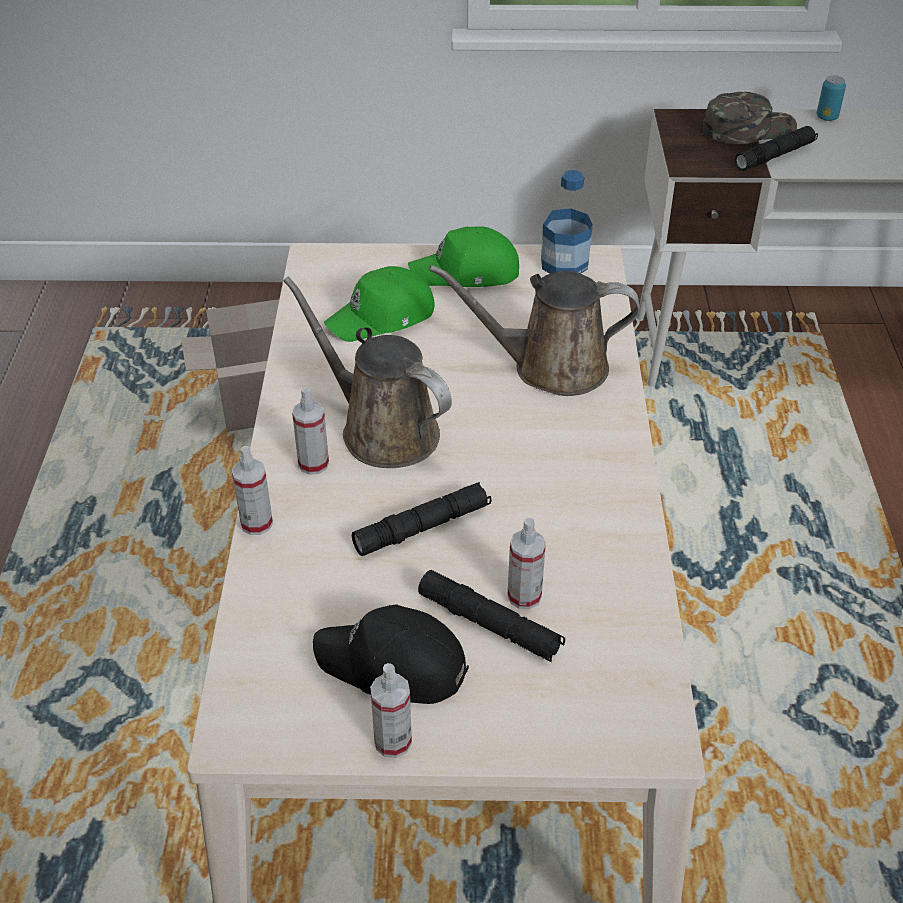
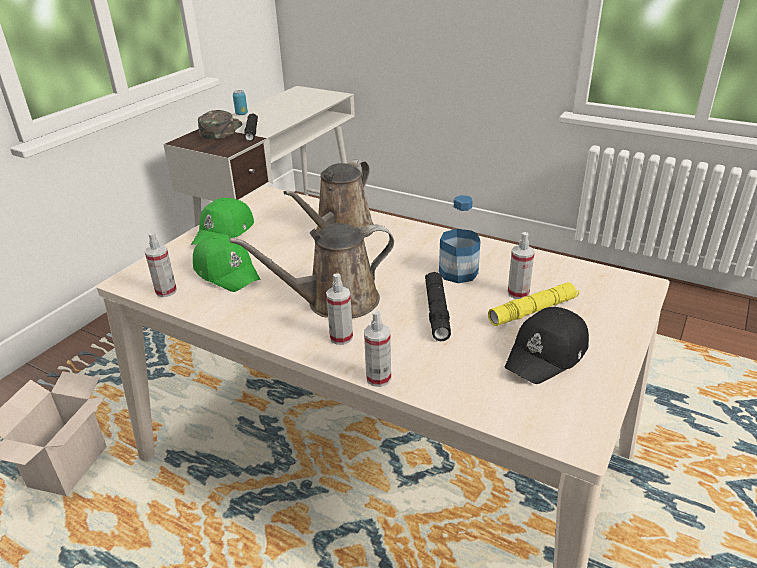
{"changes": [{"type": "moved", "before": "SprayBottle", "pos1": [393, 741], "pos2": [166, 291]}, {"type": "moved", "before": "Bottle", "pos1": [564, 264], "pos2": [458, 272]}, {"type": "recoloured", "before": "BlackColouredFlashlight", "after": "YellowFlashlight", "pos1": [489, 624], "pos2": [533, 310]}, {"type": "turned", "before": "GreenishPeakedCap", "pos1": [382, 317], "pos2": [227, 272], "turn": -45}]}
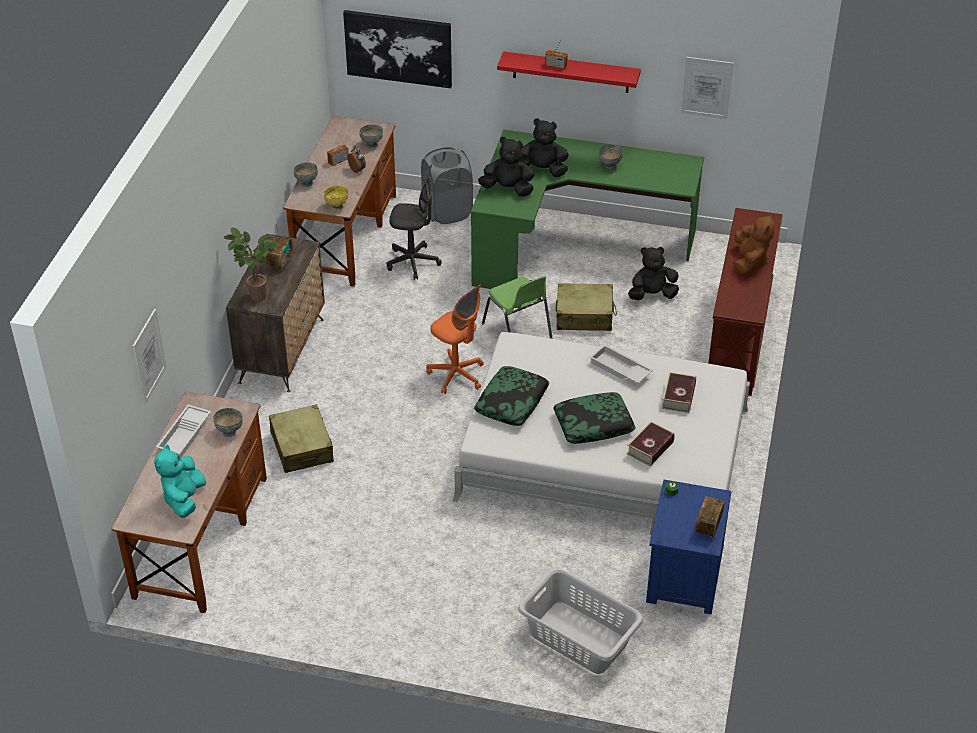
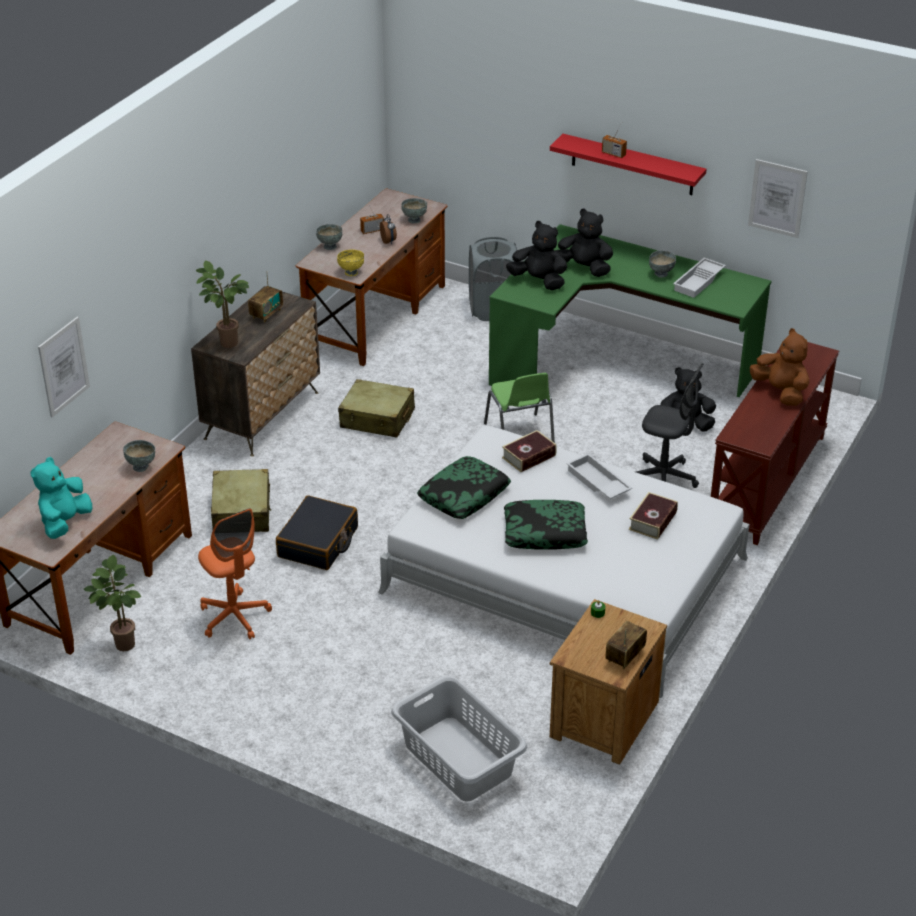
{"changes": [{"type": "removed", "before": "Picture", "pos1": [398, 48]}, {"type": "added", "after": "PlantInAPot", "pos2": [122, 643]}, {"type": "added", "after": "BlackColouredSuitcase", "pos2": [318, 543]}, {"type": "moved", "before": "WhiteColouredServingTray", "pos1": [185, 435], "pos2": [699, 282]}, {"type": "moved", "before": "GreyishOfficeChair", "pos1": [413, 262], "pos2": [664, 478]}, {"type": "moved", "before": "OrangeyOfficeChair", "pos1": [456, 375], "pos2": [234, 617]}, {"type": "moved", "before": "BeigeColouredSuitcase", "pos1": [584, 316], "pos2": [377, 419]}, {"type": "moved", "before": "Book", "pos1": [650, 448], "pos2": [529, 456]}, {"type": "recoloured", "before": "BlueBedsideTable", "after": "BrownishBedsideTable", "pos1": [683, 577], "pos2": [602, 719]}, {"type": "turned", "before": "BrownishSoftToy", "pos1": [749, 261], "pos2": [780, 392], "turn": -60}]}
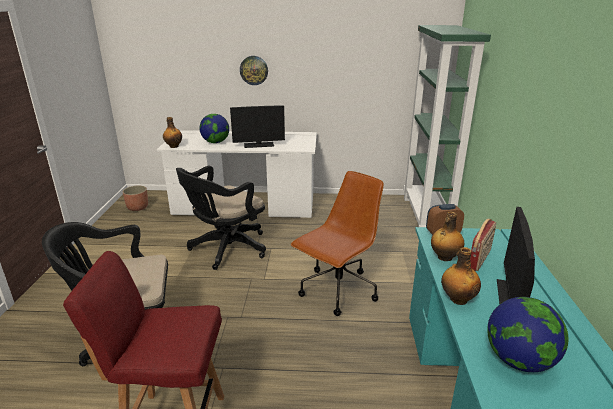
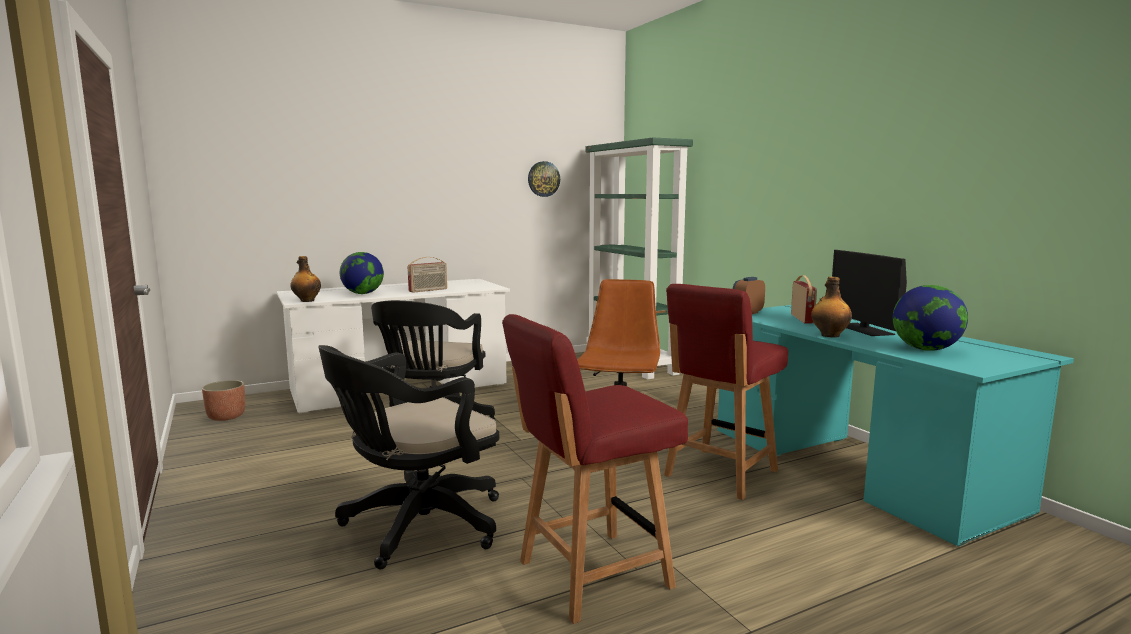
{"changes": [{"type": "removed", "before": "Bottle", "pos1": [444, 257]}, {"type": "added", "after": "RedColouredChair", "pos2": [719, 474]}, {"type": "moved", "before": "ClockOnTheWall", "pos1": [254, 70], "pos2": [543, 179]}, {"type": "replaced", "before": "Monitor", "after": "Radio", "pos1": [259, 145], "pos2": [428, 290]}]}
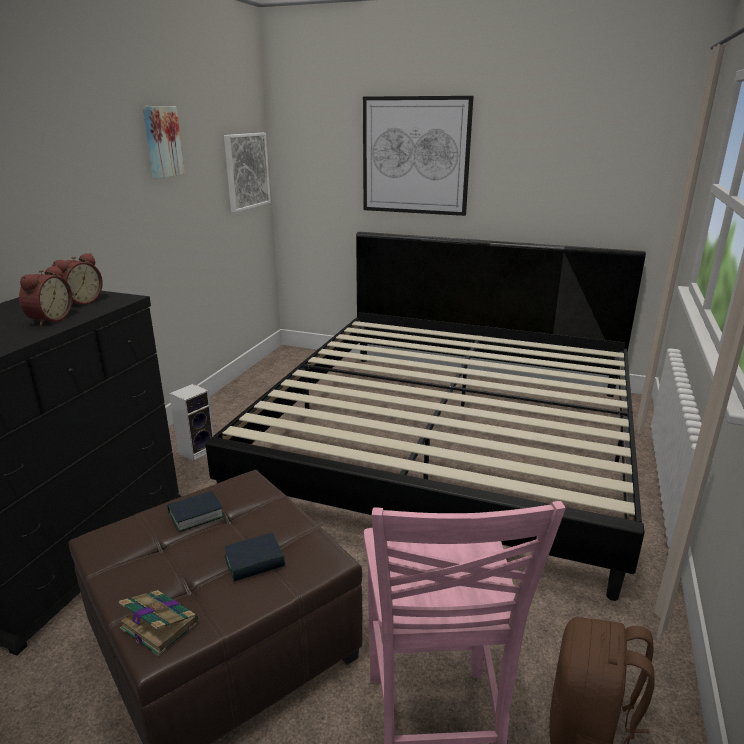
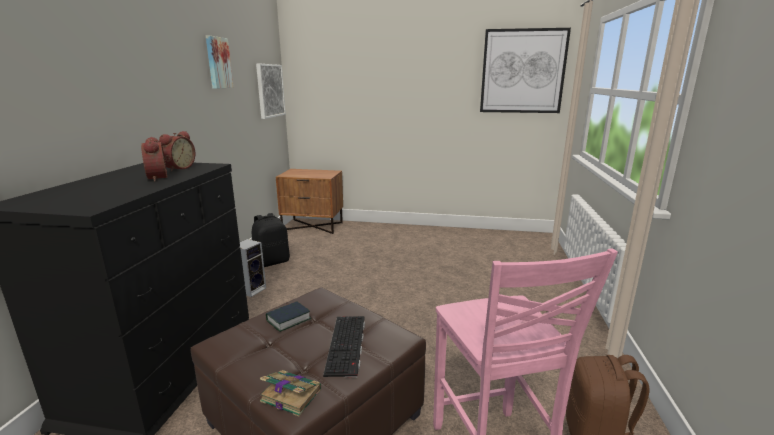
{"changes": [{"type": "removed", "before": "BedroomBed", "pos1": [449, 440]}, {"type": "added", "after": "BlackColouredBackpack", "pos2": [272, 262]}, {"type": "added", "after": "BrownishBedsideTable", "pos2": [313, 226]}, {"type": "moved", "before": "Picture", "pos1": [415, 156], "pos2": [522, 71]}, {"type": "replaced", "before": "Book", "after": "Keyboard", "pos1": [255, 562], "pos2": [347, 345]}, {"type": "turned", "before": "AlarmClock", "pos1": [49, 319], "pos2": [160, 178], "turn": 150}]}
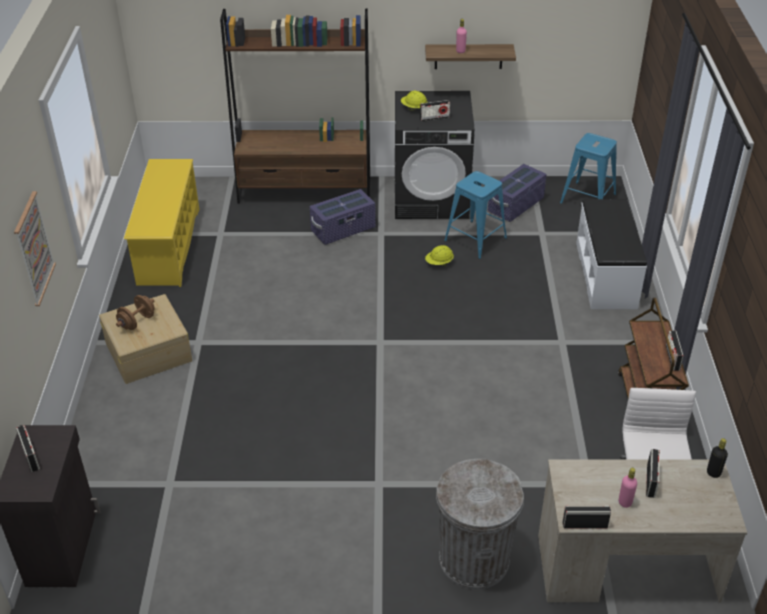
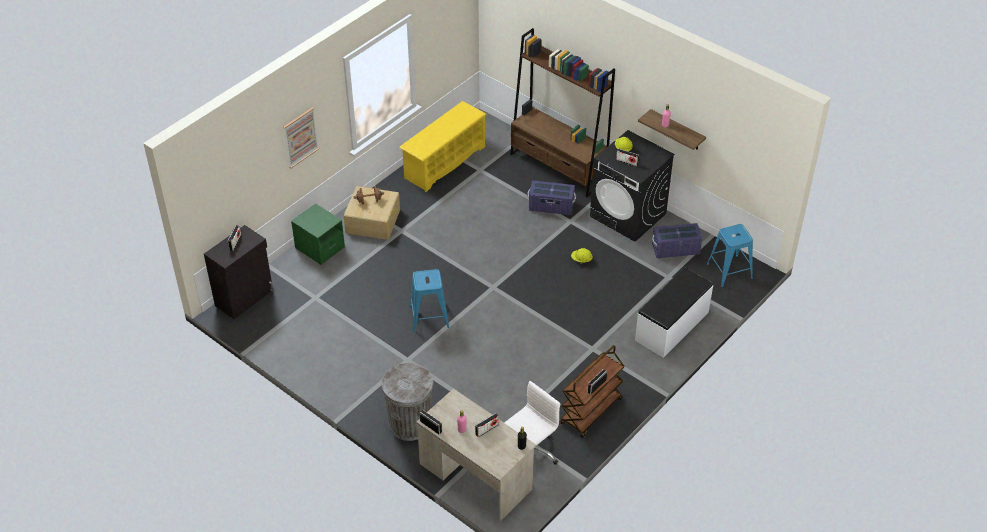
{"changes": [{"type": "added", "after": "GreenishBedsideTable", "pos2": [320, 248]}, {"type": "moved", "before": "BlueStool", "pos1": [476, 239], "pos2": [429, 316]}]}
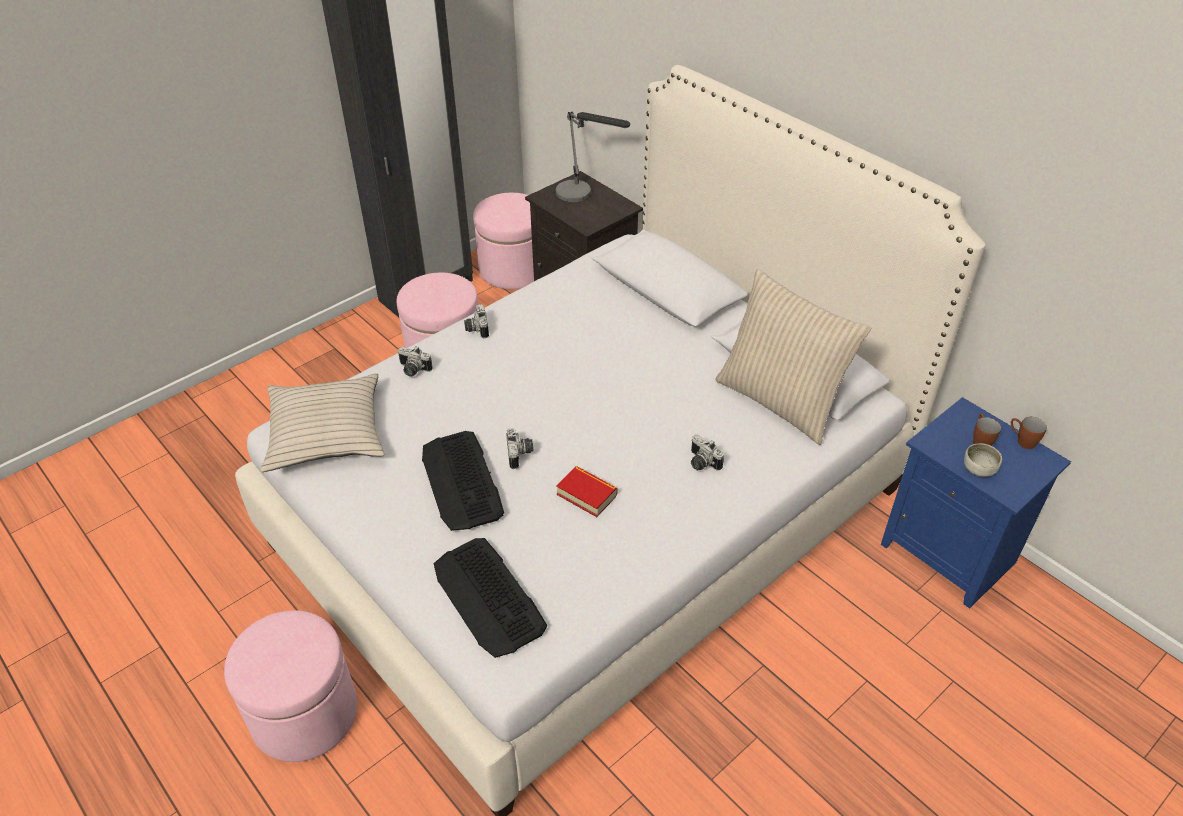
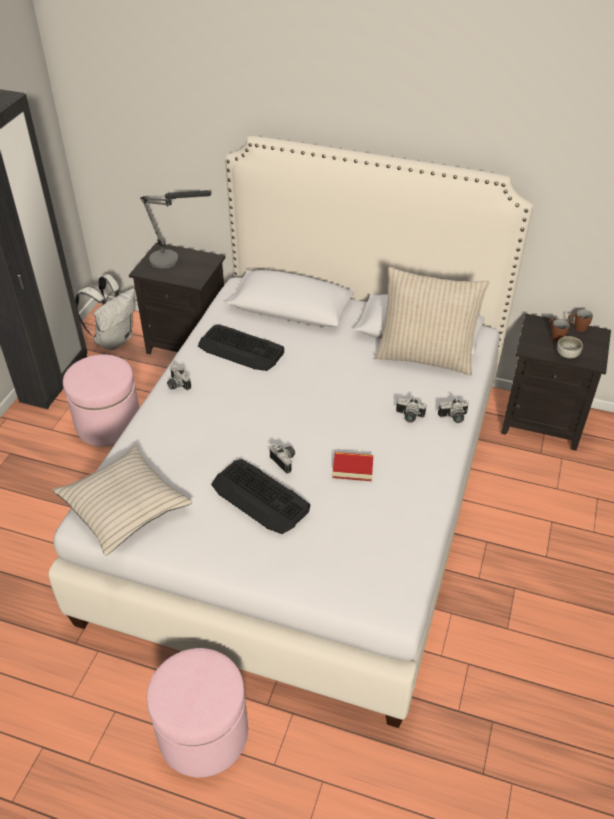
{"changes": [{"type": "moved", "before": "StillCamera", "pos1": [413, 370], "pos2": [453, 418]}, {"type": "moved", "before": "Keyboard", "pos1": [488, 597], "pos2": [241, 349]}, {"type": "replaced", "before": "PinkColouredOttoman", "after": "WhiteColouredBackpack", "pos1": [513, 269], "pos2": [114, 339]}, {"type": "recoloured", "before": "BlueBedsideTable", "after": "BlackColouredBedsideTable", "pos1": [950, 553], "pos2": [543, 421]}]}
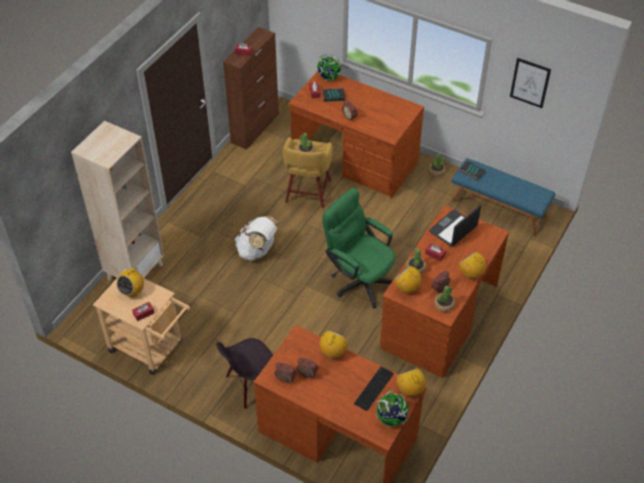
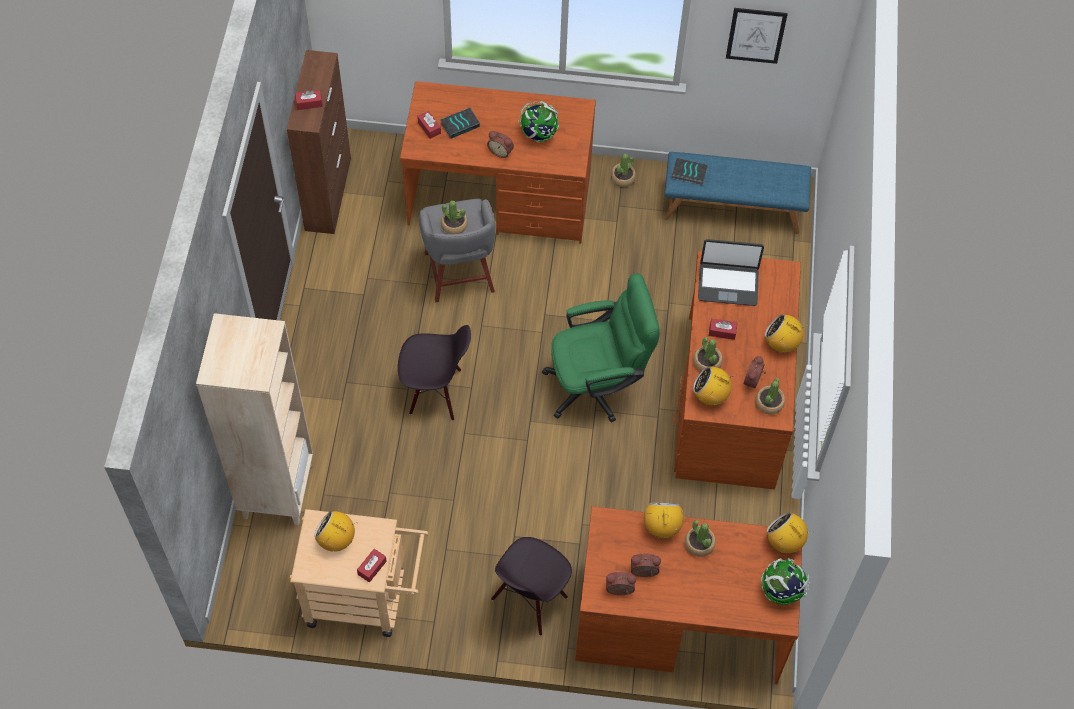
{"changes": [{"type": "removed", "before": "Keyboard", "pos1": [372, 388]}, {"type": "added", "after": "PlantInAPot", "pos2": [699, 544]}, {"type": "moved", "before": "Globe", "pos1": [328, 77], "pos2": [538, 134]}, {"type": "replaced", "before": "WhiteColouredBackpack", "after": "BlackColouredChair", "pos1": [257, 251], "pos2": [435, 393]}, {"type": "recoloured", "before": "YellowStool", "after": "GreyishStool", "pos1": [307, 192], "pos2": [459, 275]}, {"type": "turned", "before": "Radio", "pos1": [132, 291], "pos2": [336, 540], "turn": 105}, {"type": "turned", "before": "GreenishOfficeChair", "pos1": [359, 279], "pos2": [598, 385], "turn": 150}, {"type": "turned", "before": "Laptop", "pos1": [453, 229], "pos2": [728, 284], "turn": -105}]}
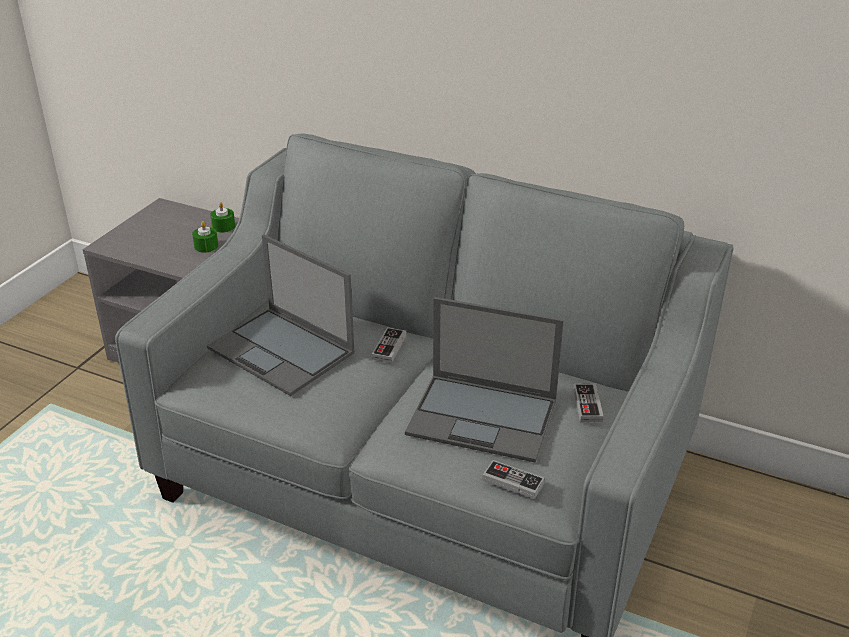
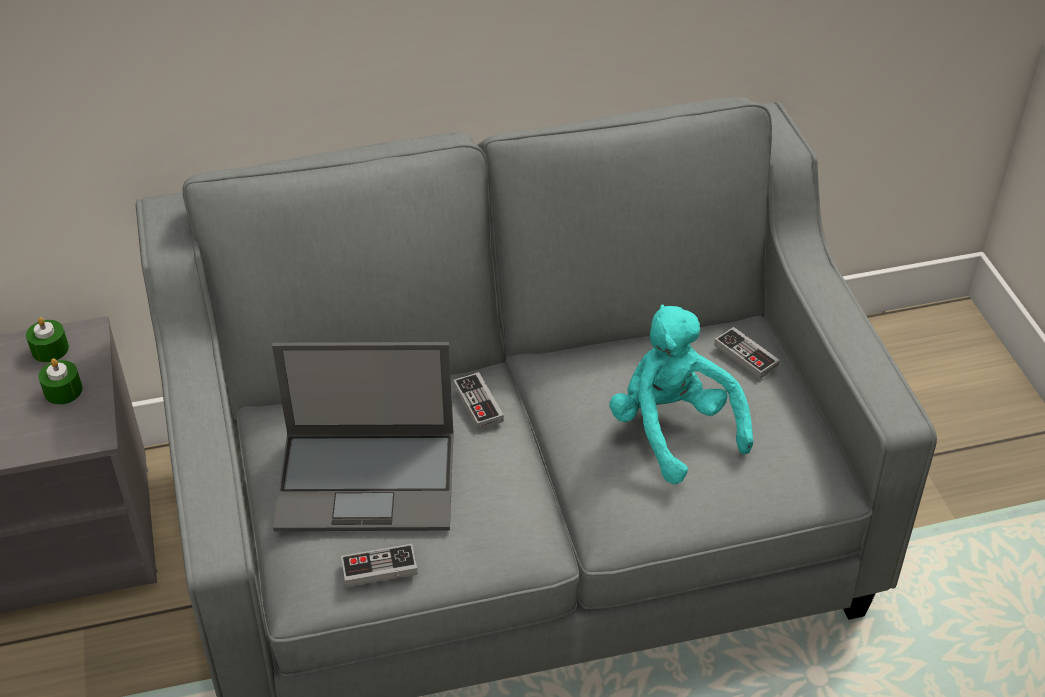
{"changes": [{"type": "moved", "before": "Joypad", "pos1": [513, 482], "pos2": [379, 568]}, {"type": "replaced", "before": "Laptop", "after": "TurquoiseSoftToy", "pos1": [484, 417], "pos2": [673, 429]}]}
